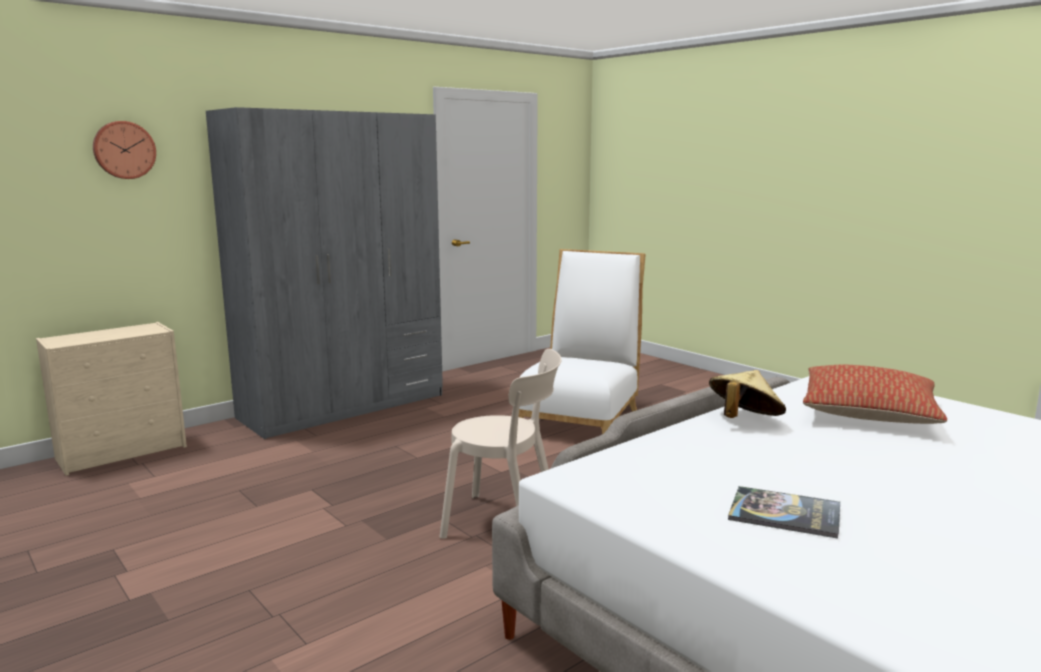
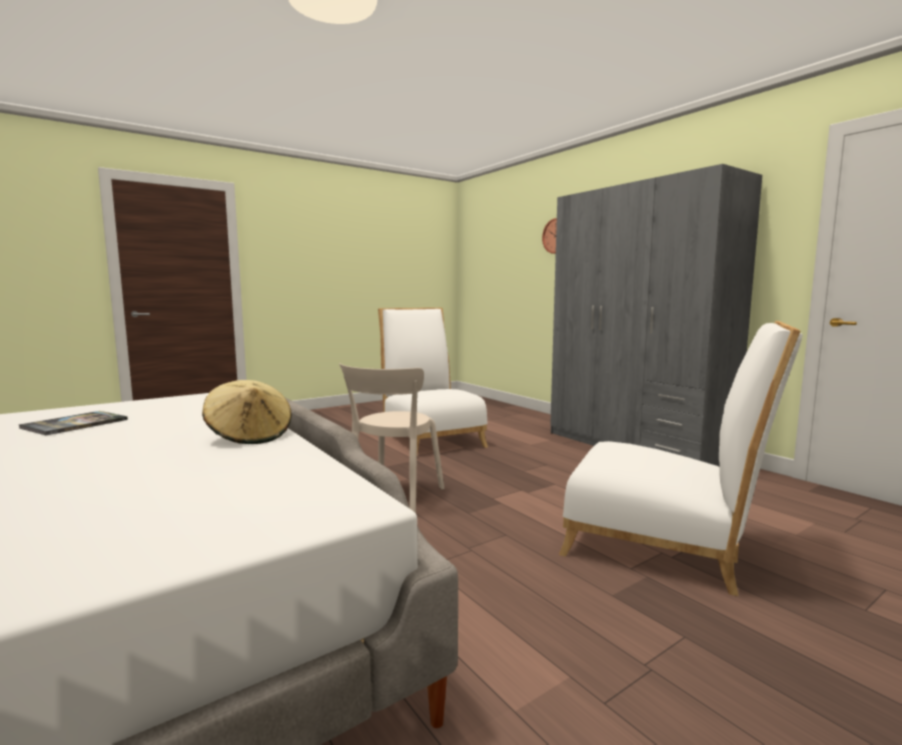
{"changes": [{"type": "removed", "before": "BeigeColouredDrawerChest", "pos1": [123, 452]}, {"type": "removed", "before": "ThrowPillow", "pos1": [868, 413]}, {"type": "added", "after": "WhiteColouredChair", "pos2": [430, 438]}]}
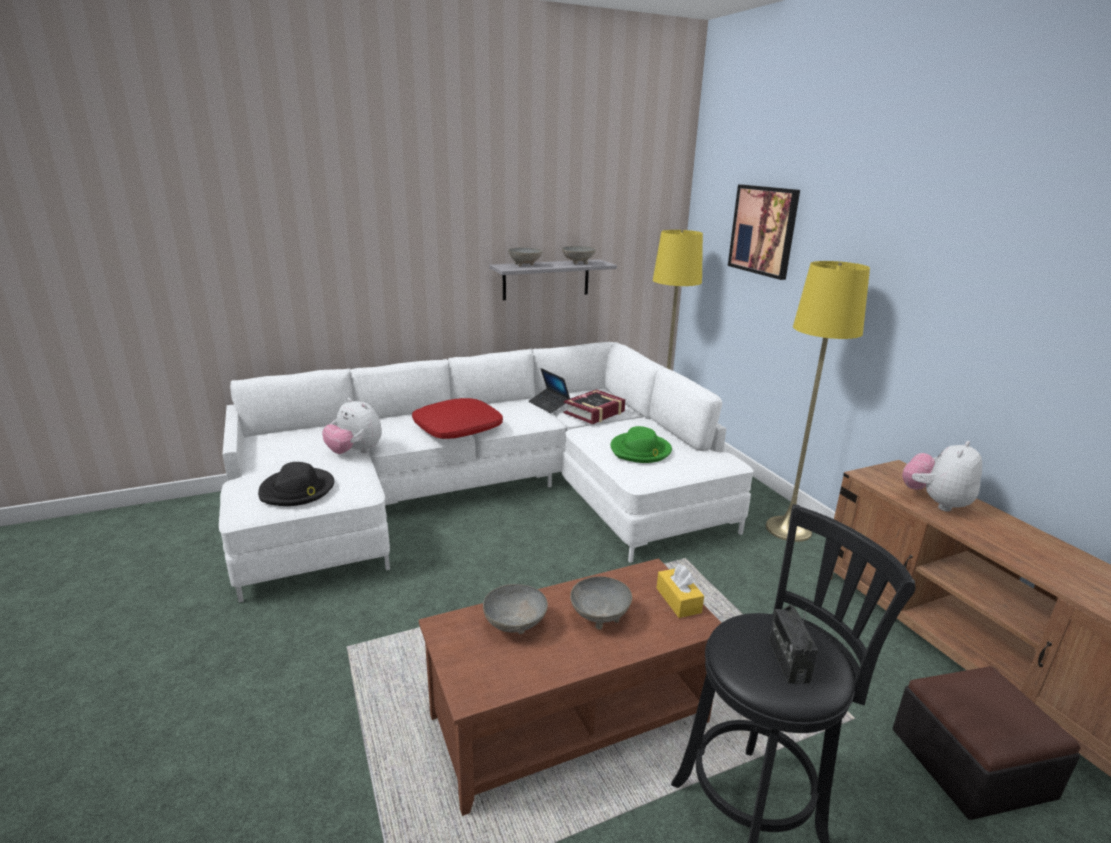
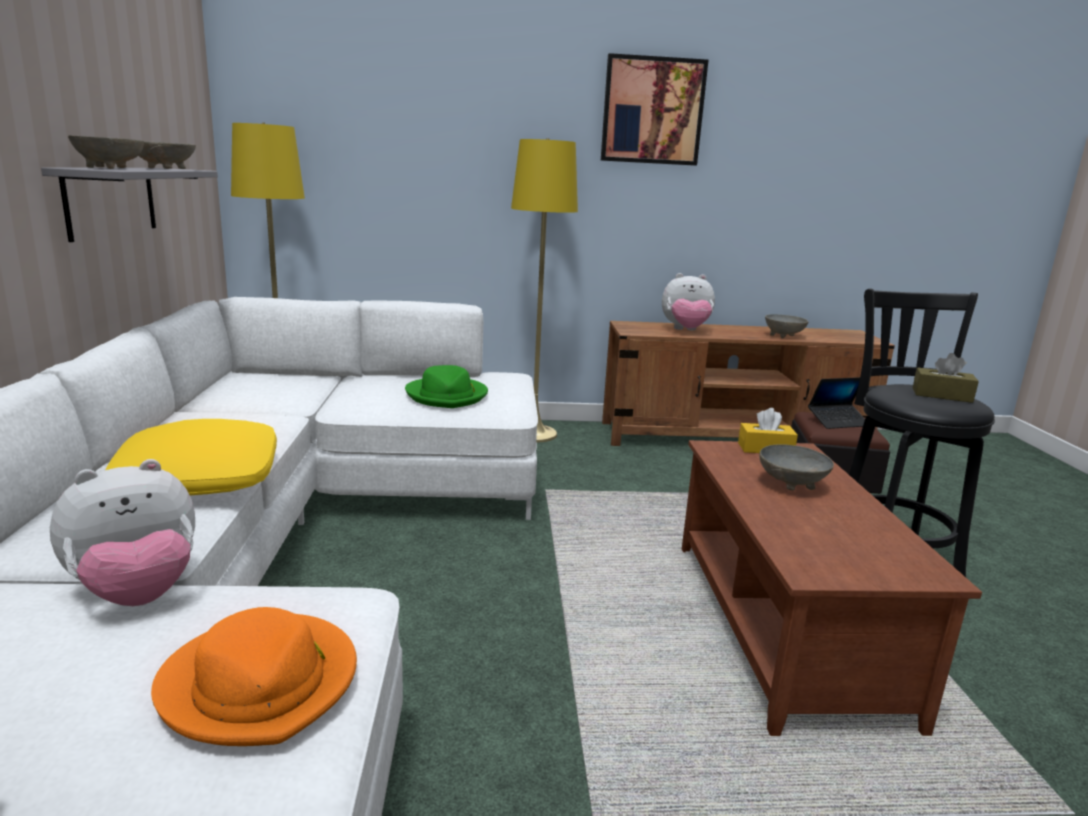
{"changes": [{"type": "removed", "before": "Book", "pos1": [594, 412]}, {"type": "moved", "before": "GreyishDeepDish", "pos1": [514, 626], "pos2": [783, 336]}, {"type": "moved", "before": "Laptop", "pos1": [549, 405], "pos2": [837, 422]}, {"type": "moved", "before": "Picture", "pos1": [763, 230], "pos2": [652, 111]}, {"type": "replaced", "before": "Radio", "after": "BrownishBoxOfTissues", "pos1": [788, 661], "pos2": [942, 395]}, {"type": "recoloured", "before": "BlackColouredHat", "after": "OrangeyHat", "pos1": [297, 490], "pos2": [262, 683]}, {"type": "recoloured", "before": "RedColouredThrowPillow", "after": "YellowThrowPillow", "pos1": [457, 428], "pos2": [198, 477]}, {"type": "turned", "before": "SoftToy", "pos1": [935, 502], "pos2": [686, 330], "turn": -60}]}
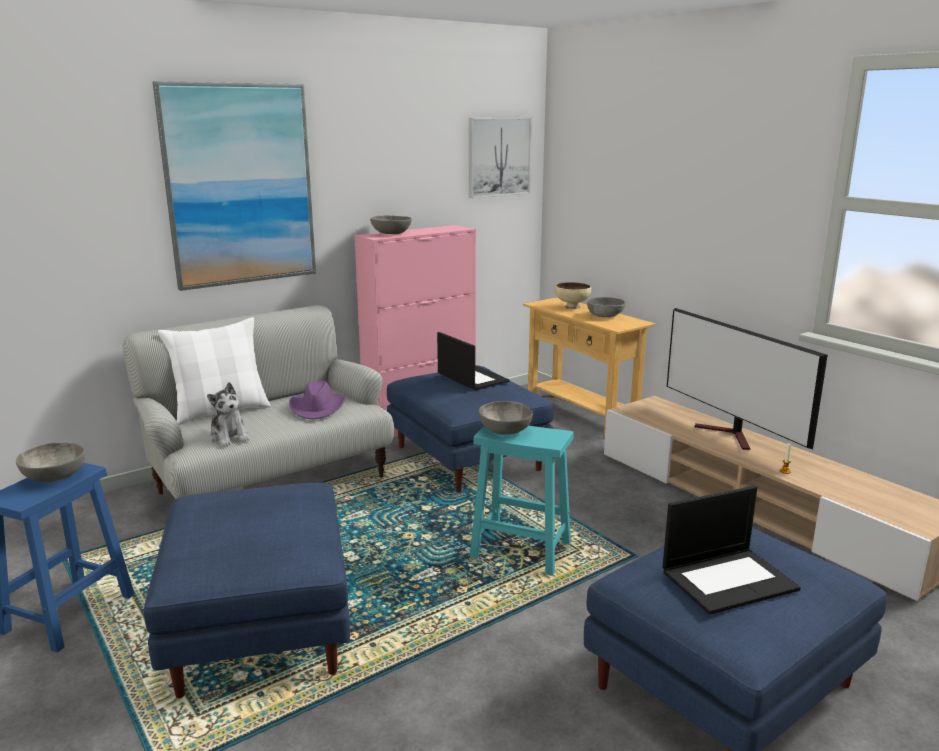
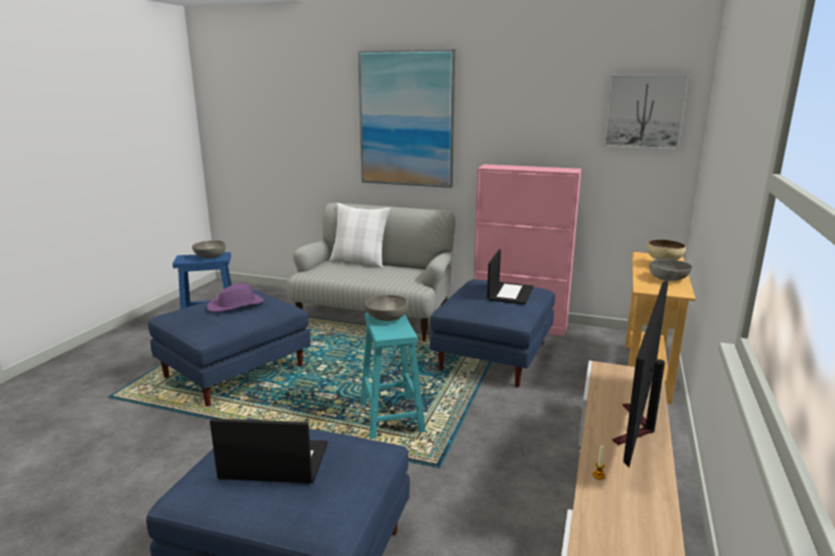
{"changes": [{"type": "removed", "before": "SoftToy", "pos1": [229, 437]}, {"type": "removed", "before": "GreyishDeepDish", "pos1": [391, 234]}, {"type": "moved", "before": "PurpleHat", "pos1": [318, 408], "pos2": [236, 305]}, {"type": "turned", "before": "Laptop", "pos1": [729, 579], "pos2": [273, 462], "turn": 150}]}
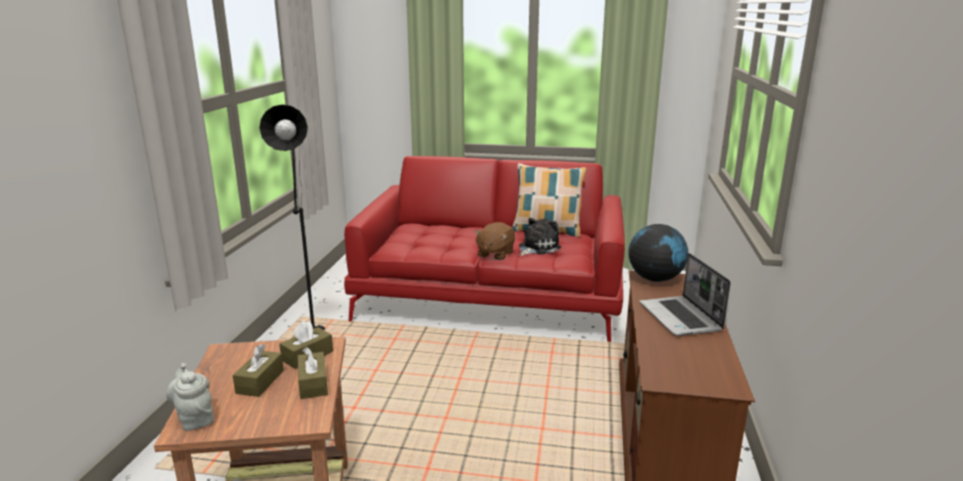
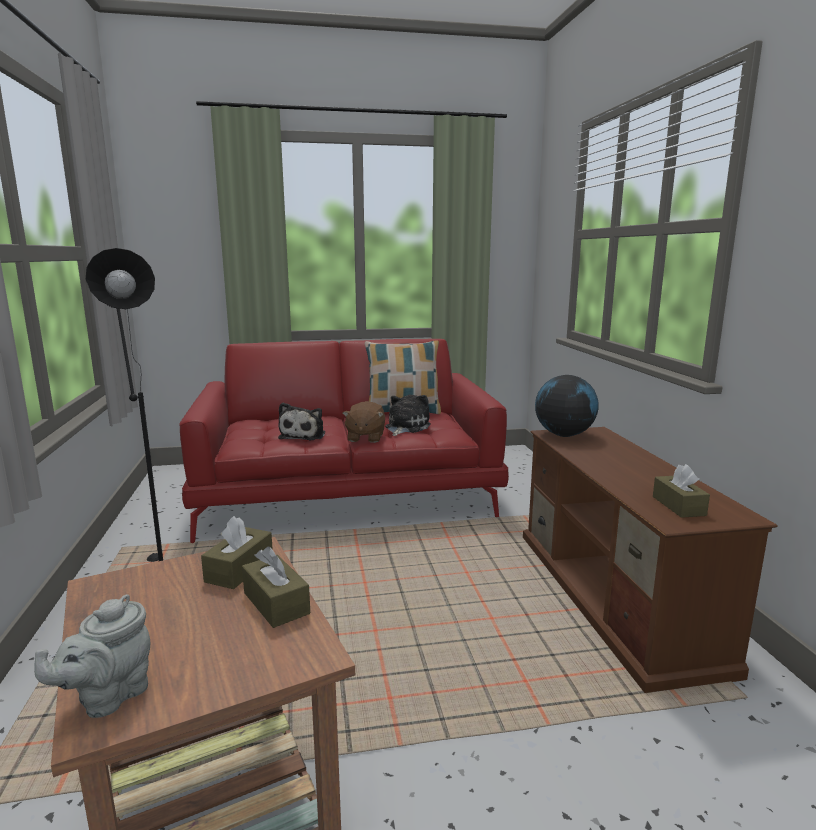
{"changes": [{"type": "removed", "before": "Laptop", "pos1": [681, 318]}, {"type": "added", "after": "SoftToy", "pos2": [304, 435]}, {"type": "moved", "before": "BrownishBoxOfTissues", "pos1": [260, 382], "pos2": [678, 506]}, {"type": "turned", "before": "GreyishTeapot", "pos1": [195, 418], "pos2": [108, 697], "turn": -90}]}
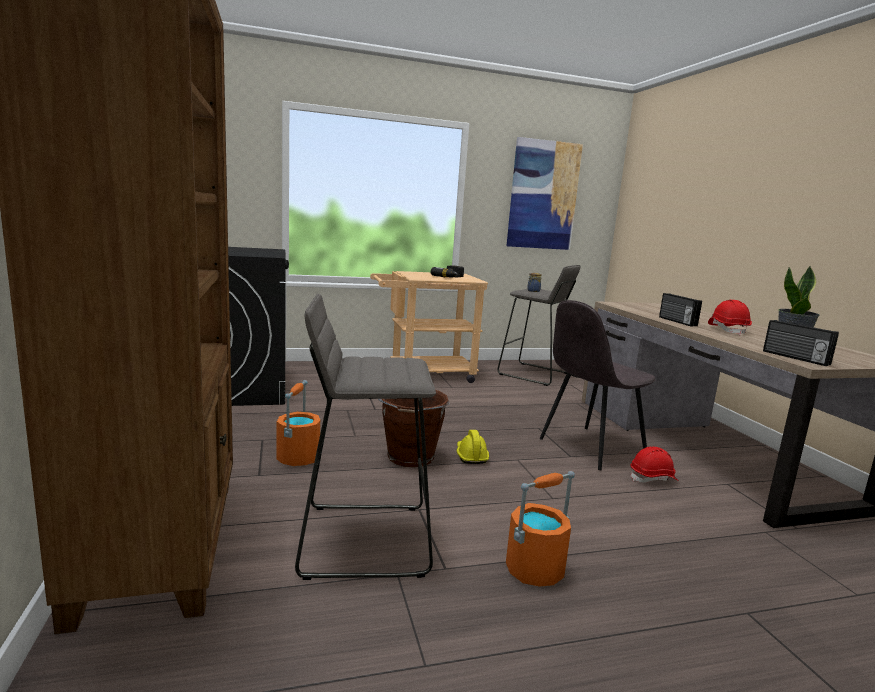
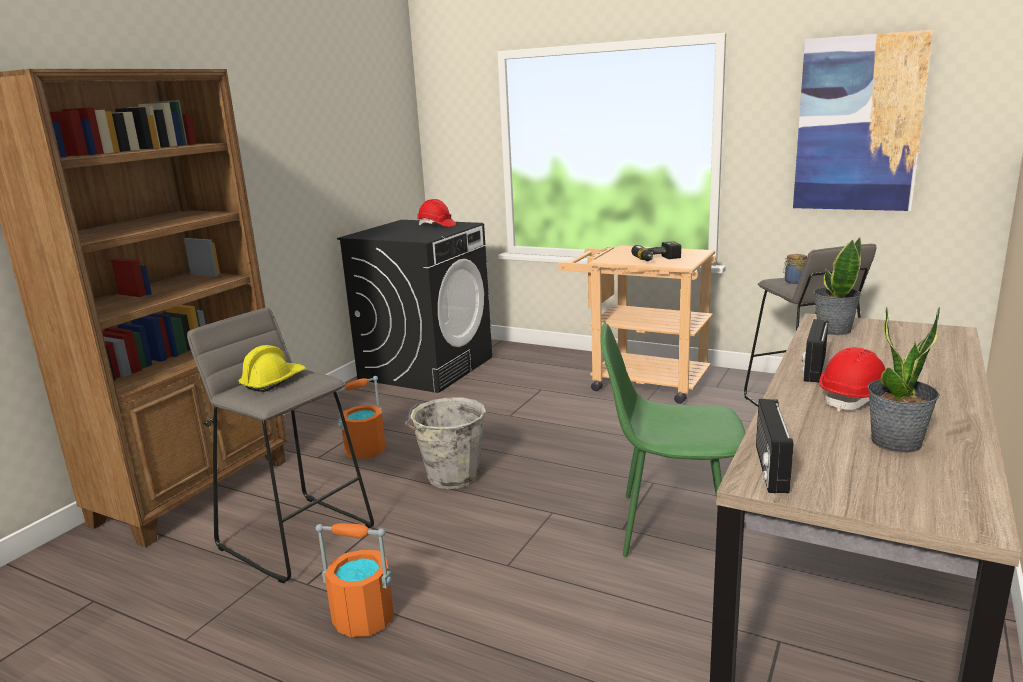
{"changes": [{"type": "added", "after": "PlantInAPot", "pos2": [833, 330]}, {"type": "moved", "before": "YellowSafetyHelmet", "pos1": [471, 455], "pos2": [273, 382]}, {"type": "moved", "before": "RedColouredSafetyHelmet", "pos1": [653, 478], "pos2": [436, 225]}, {"type": "recoloured", "before": "BrownishBucket", "after": "GreyishBucket", "pos1": [410, 458], "pos2": [451, 477]}, {"type": "recoloured", "before": "GreyishChair", "after": "GreenishChair", "pos1": [589, 448], "pos2": [670, 527]}]}
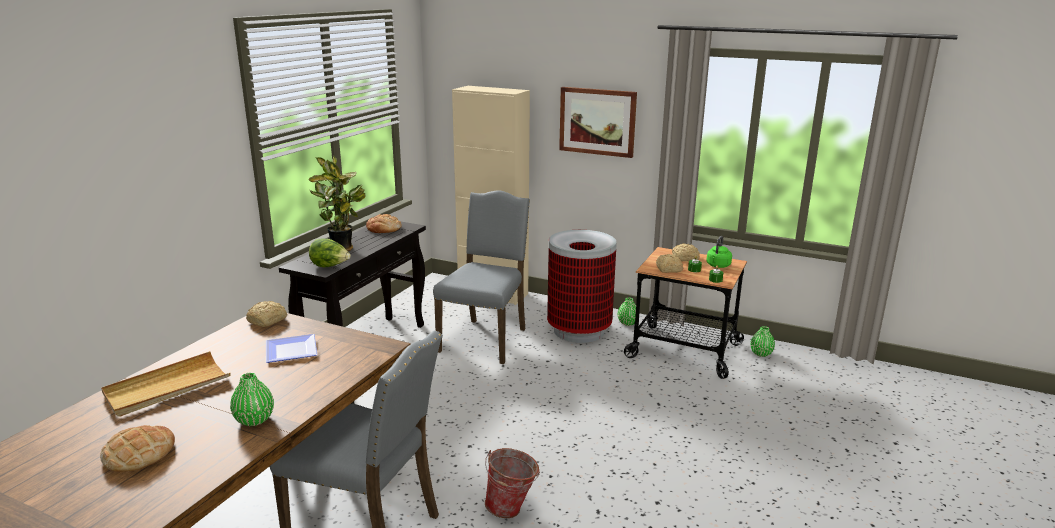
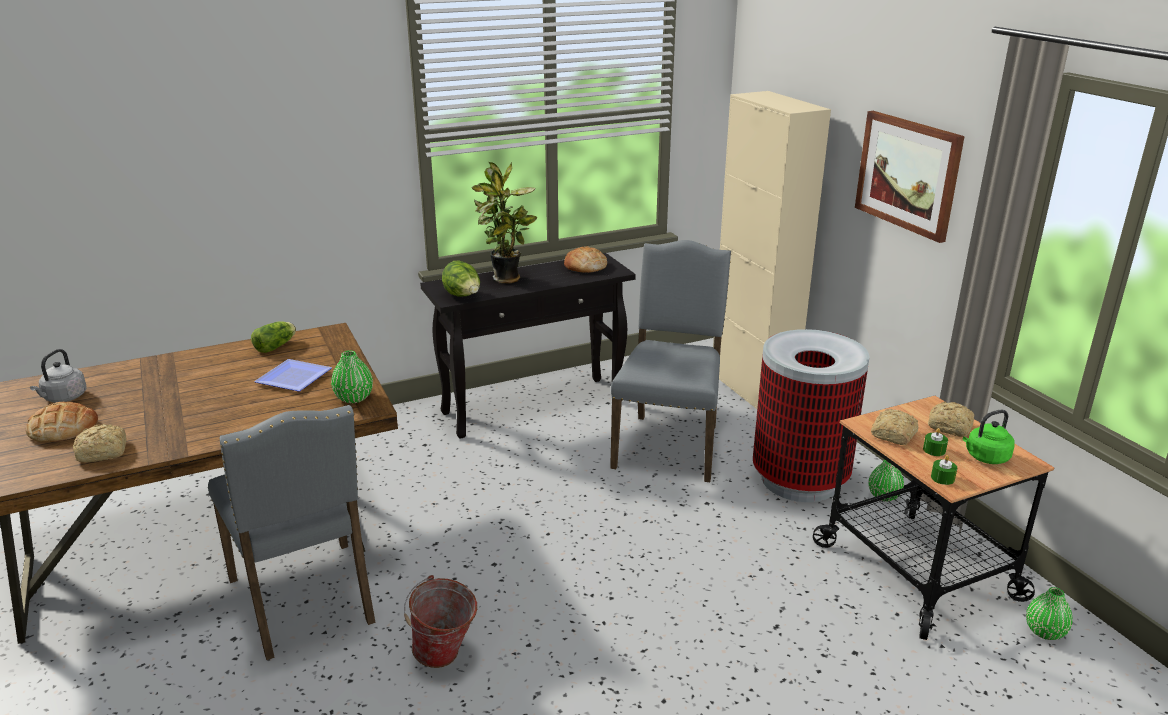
{"changes": [{"type": "removed", "before": "BeigeColouredServingTray", "pos1": [167, 387]}, {"type": "added", "after": "GreyishKettle", "pos2": [64, 398]}, {"type": "added", "after": "LettuceHead", "pos2": [277, 346]}, {"type": "moved", "before": "GreenishDecorativeVase", "pos1": [254, 420], "pos2": [354, 398]}, {"type": "moved", "before": "Bread", "pos1": [268, 320], "pos2": [104, 452]}, {"type": "turned", "before": "GreyishChair", "pos1": [485, 339], "pos2": [669, 445], "turn": -45}]}
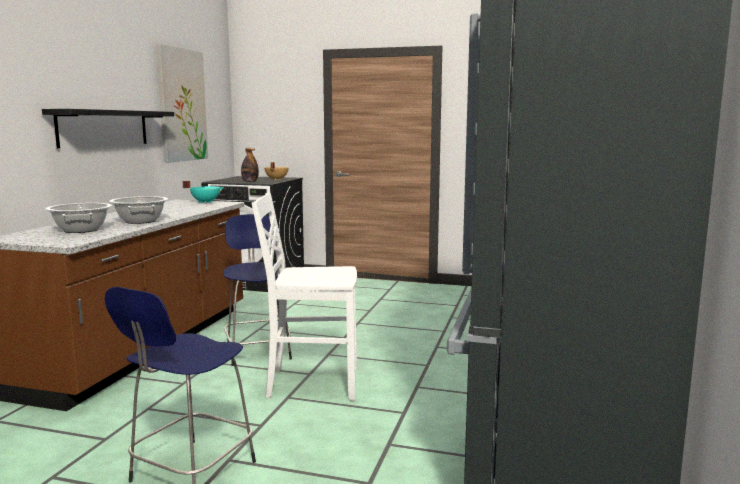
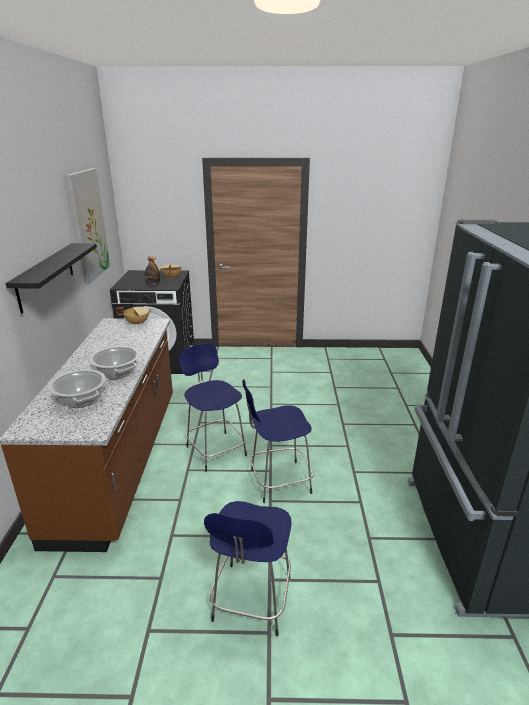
{"changes": [{"type": "replaced", "before": "WhiteColouredChair", "after": "BlueStool", "pos1": [311, 383], "pos2": [278, 481]}, {"type": "recoloured", "before": "TurquoiseSaucepot", "after": "BeigeColouredSaucepot", "pos1": [205, 202], "pos2": [137, 323]}]}
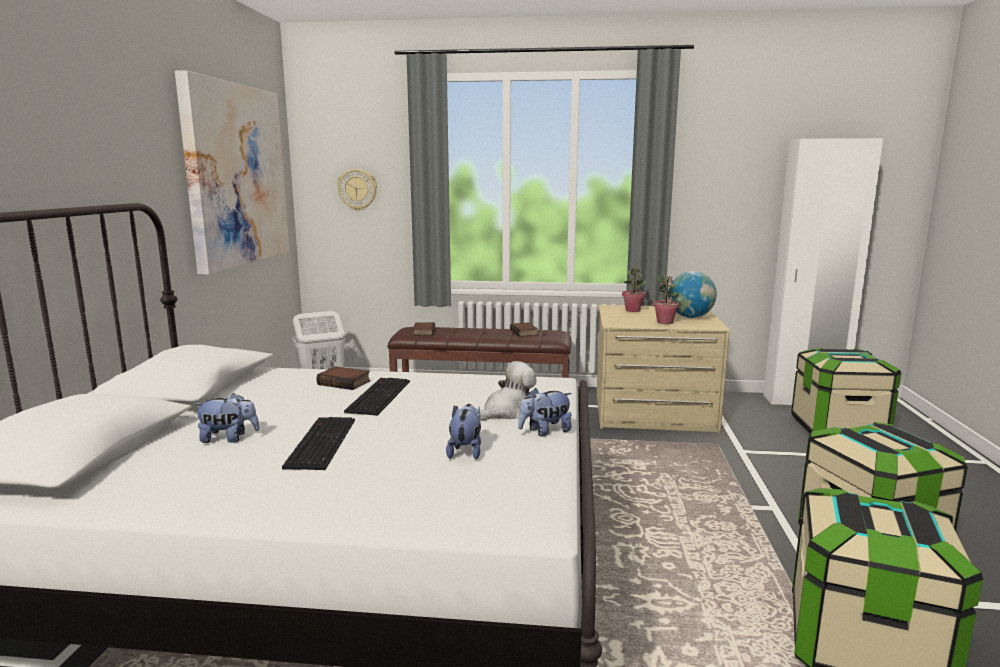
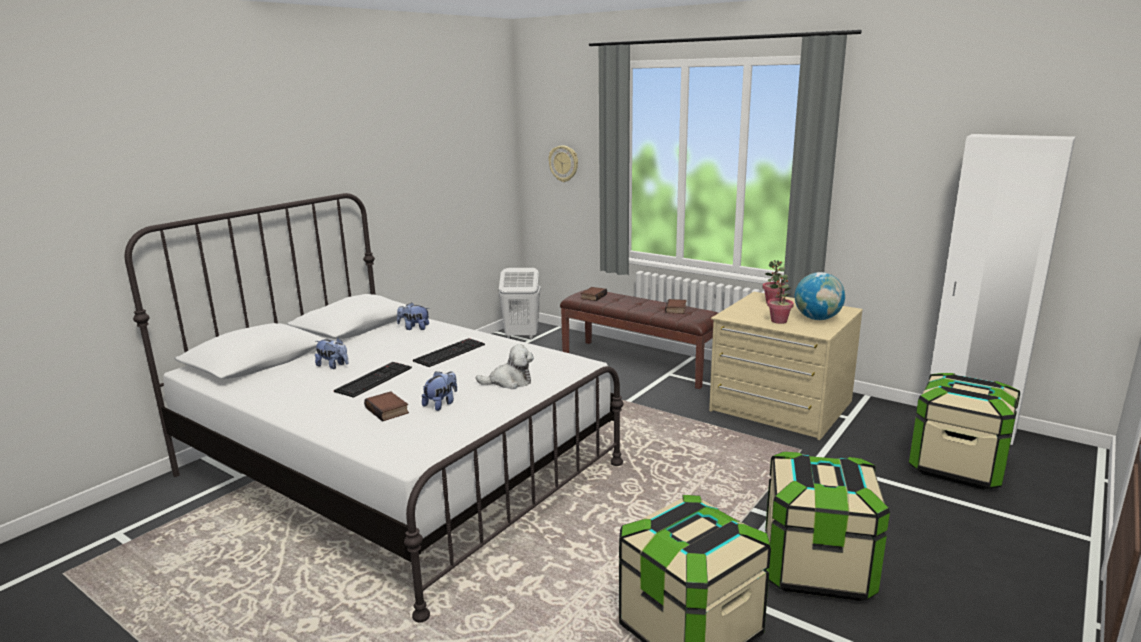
{"changes": [{"type": "removed", "before": "Picture", "pos1": [235, 175]}, {"type": "moved", "before": "Book", "pos1": [345, 382], "pos2": [388, 410]}, {"type": "moved", "before": "SoftToy", "pos1": [545, 431], "pos2": [414, 328]}]}
